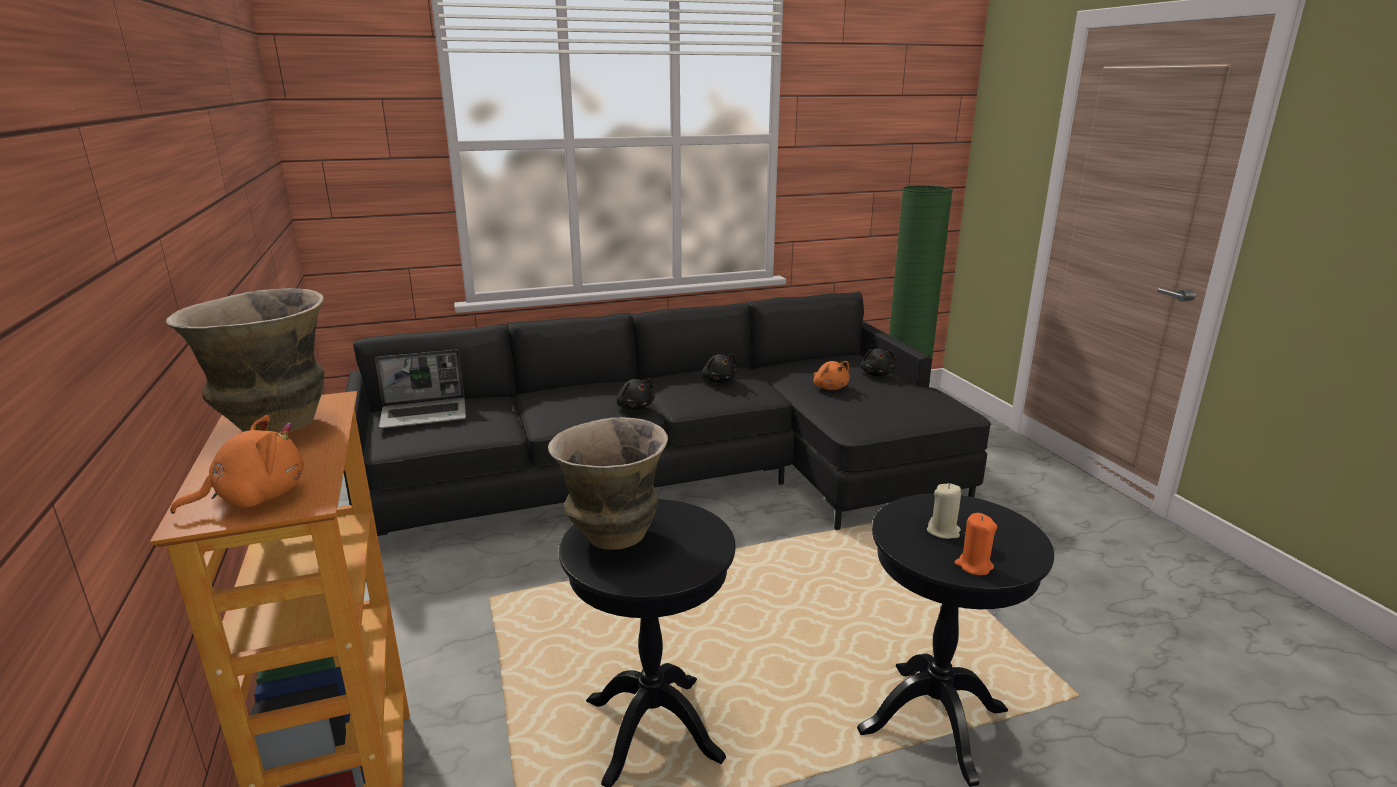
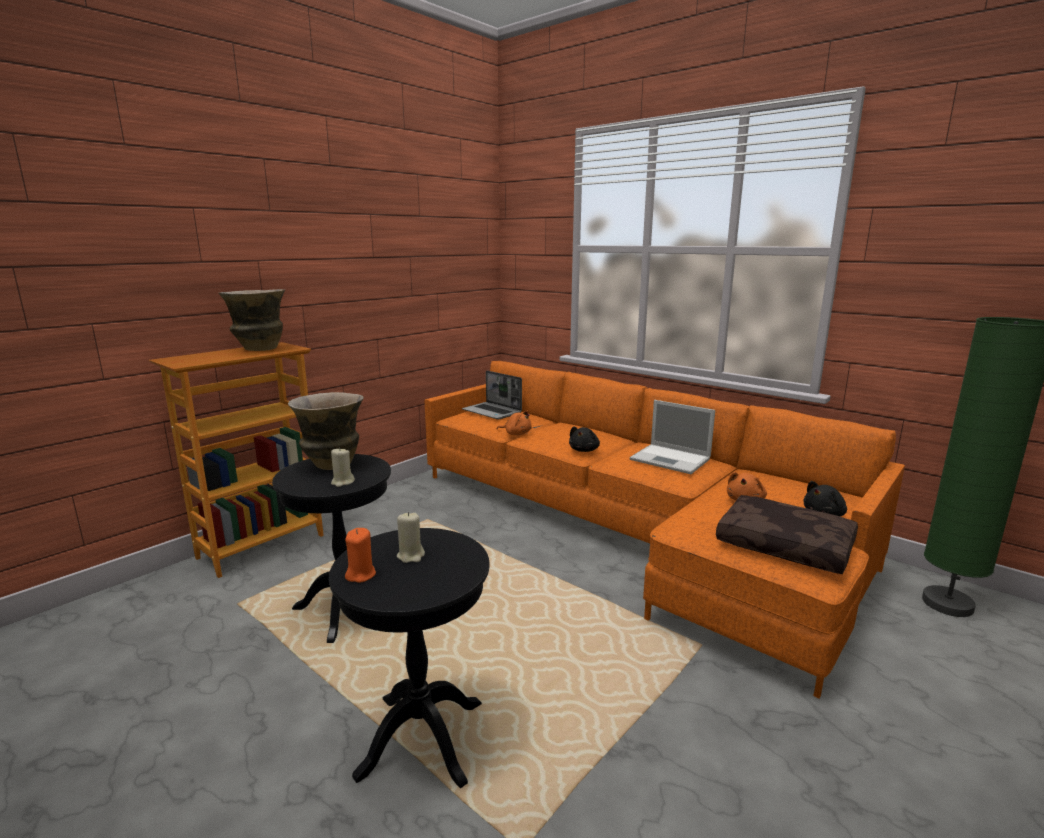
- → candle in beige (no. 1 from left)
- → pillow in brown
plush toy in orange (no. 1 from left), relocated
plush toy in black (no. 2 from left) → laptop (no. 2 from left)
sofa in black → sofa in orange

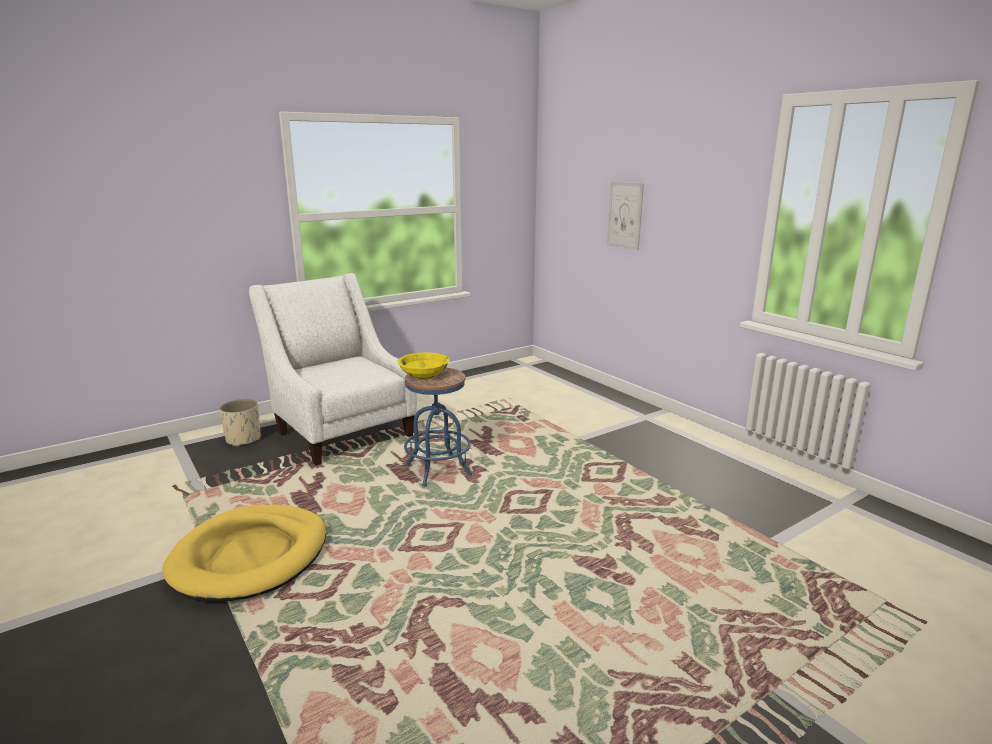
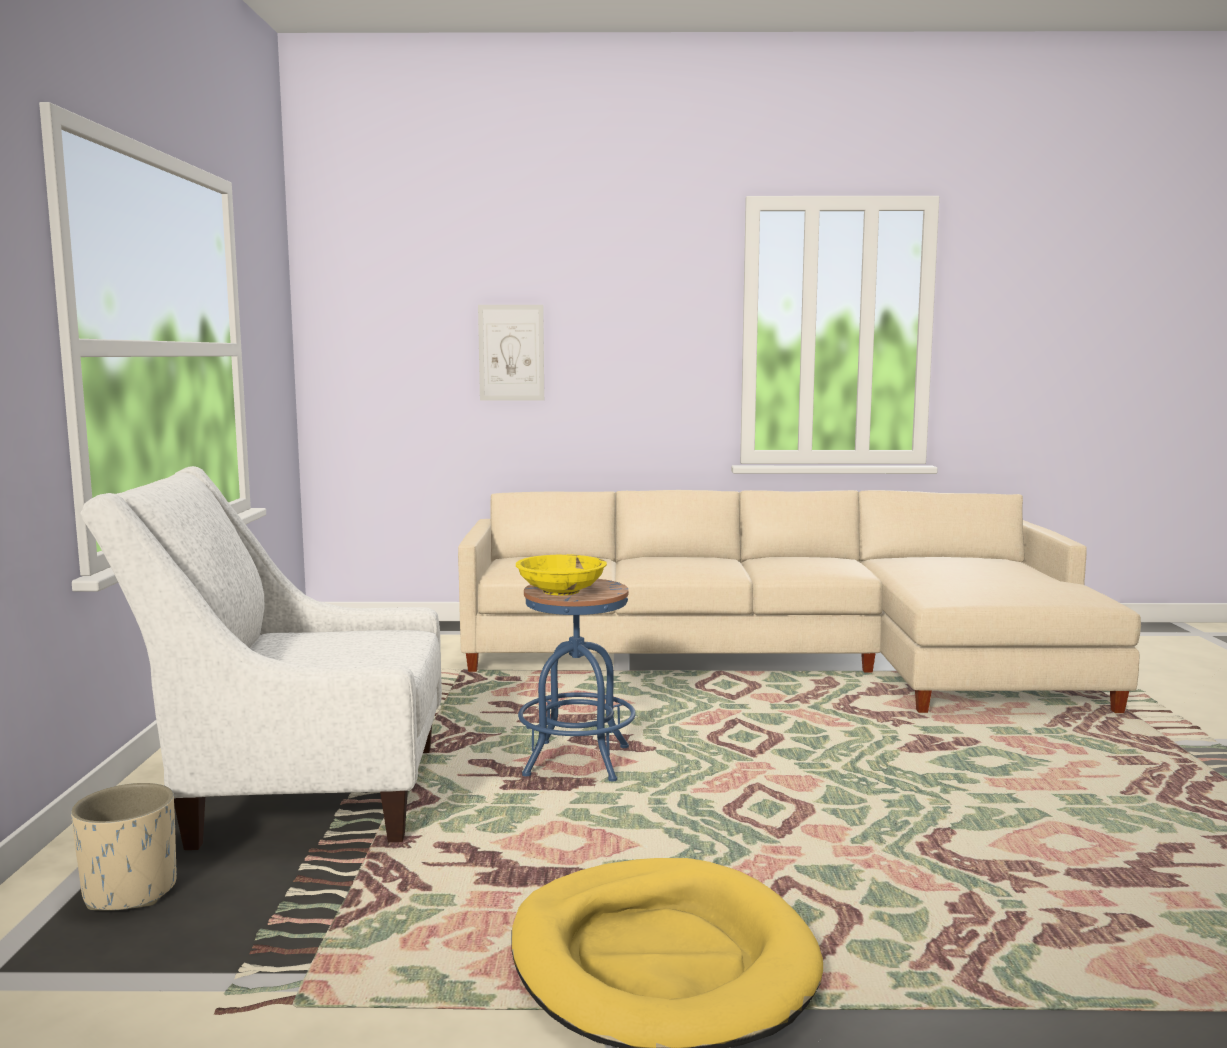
- → sofa in beige

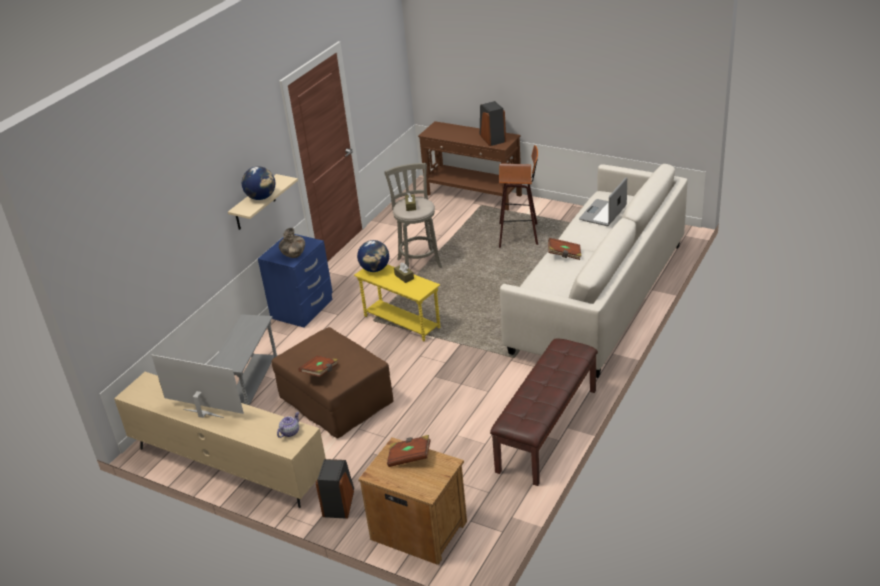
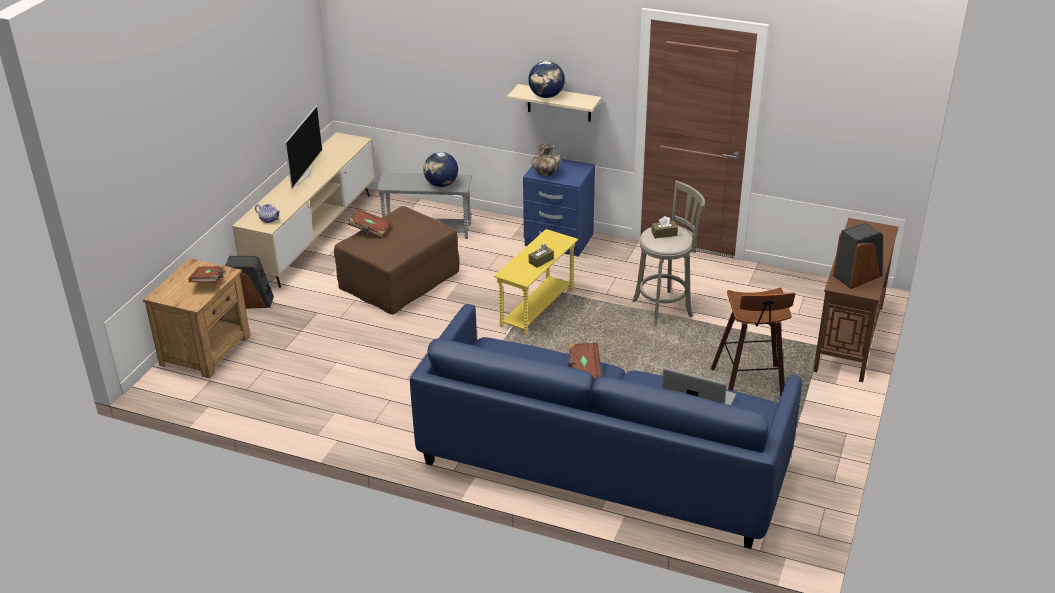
bench in brown → -
globe (no. 2 from left in the first image) → globe (no. 1 from left), relocated
sofa in white → sofa in blue

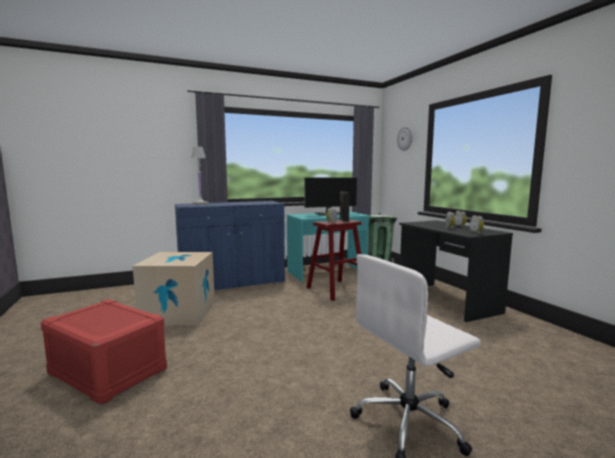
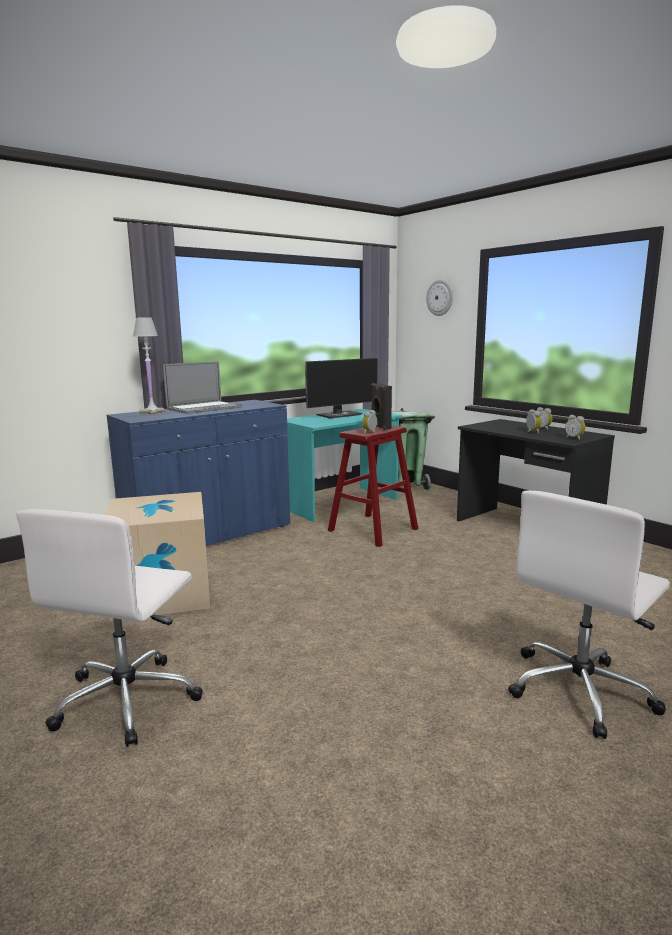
- → laptop
storage box in red → office chair in white (no. 1 from left)

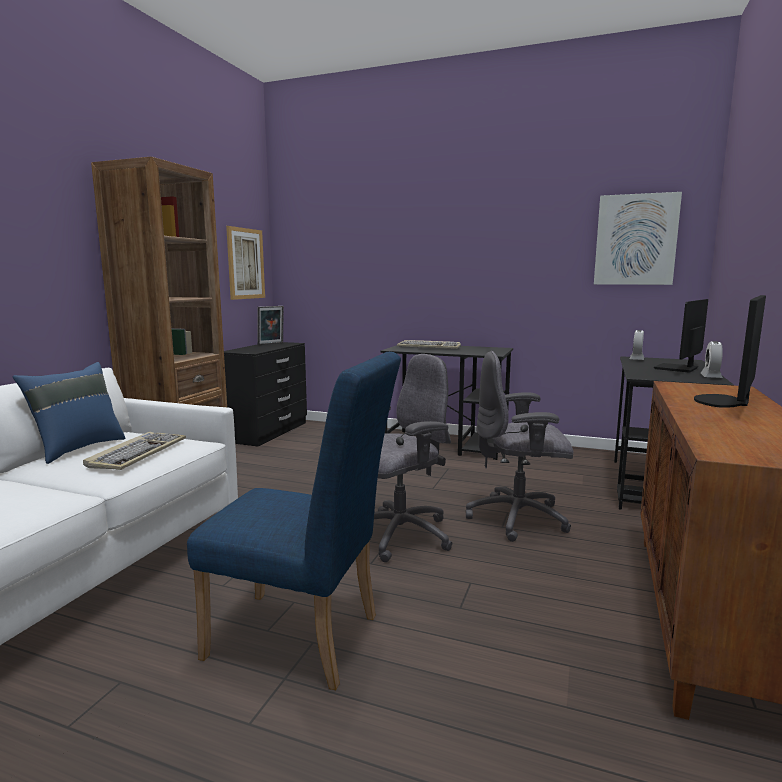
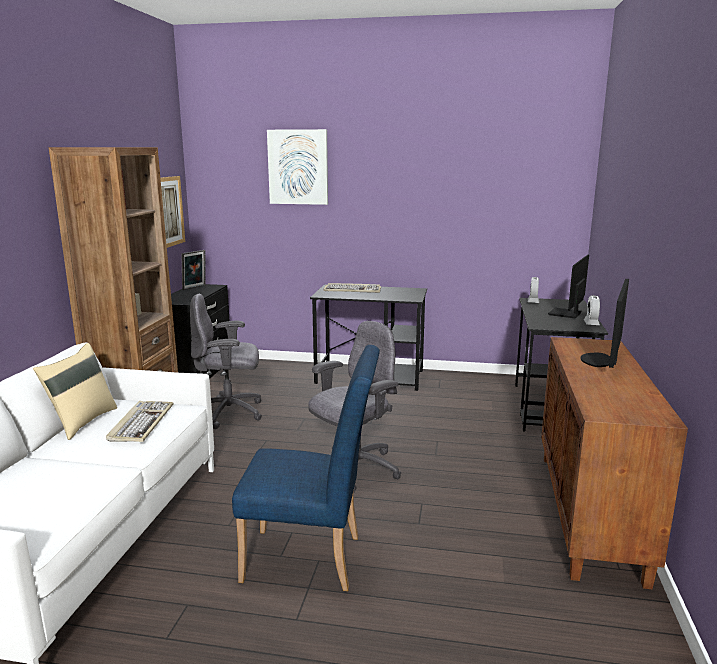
office chair in grey (no. 2 from left in the first image) → office chair in grey (no. 1 from left), relocated
picture (no. 2 from left), relocated
pillow in blue → pillow in beige

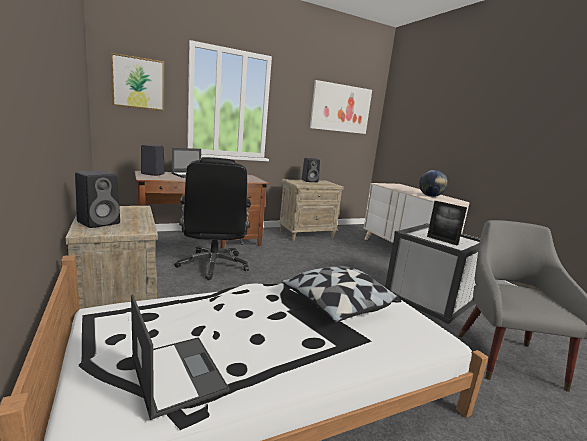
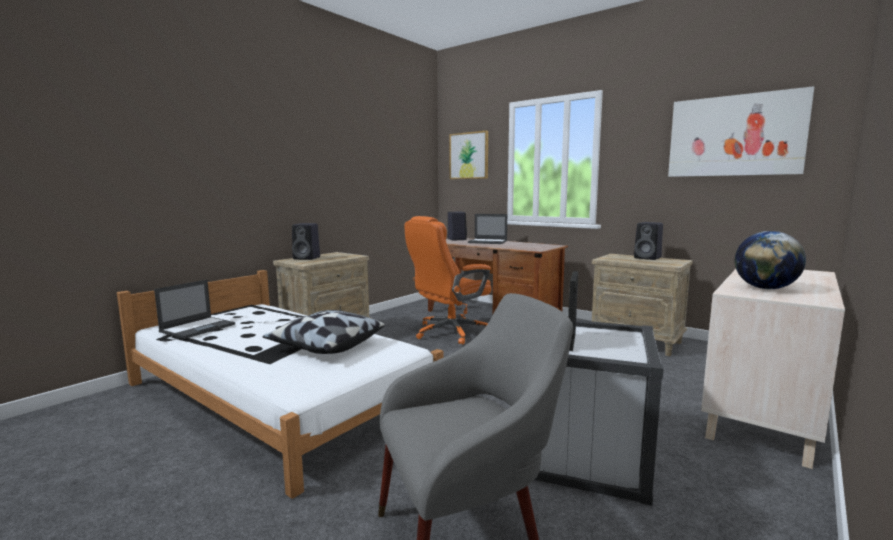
office chair in black → office chair in orange

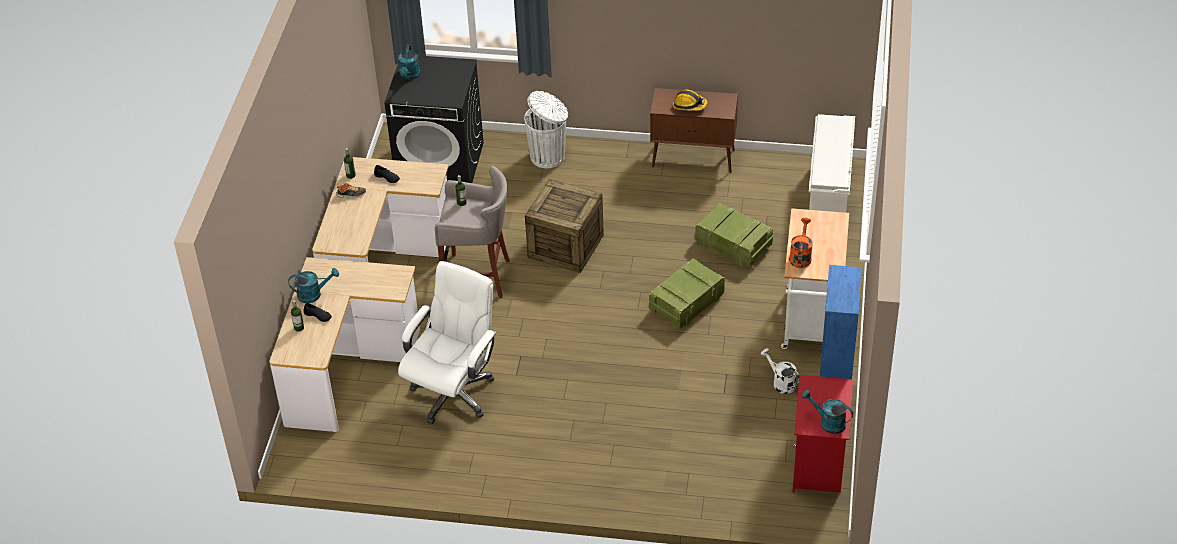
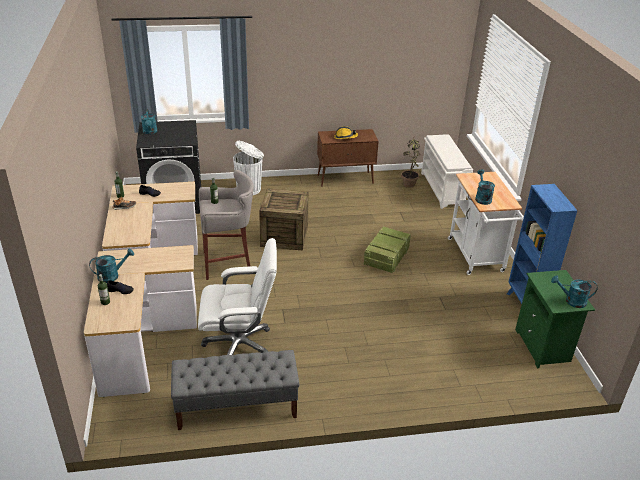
crate (no. 3 from left) → -
watering can in white → -
- → bench in grey
- → potted plant
watering can in orange → watering can in turquoise (no. 3 from left)
nightstand in red → nightstand in green
office chair in white, 75 degrees clockwise

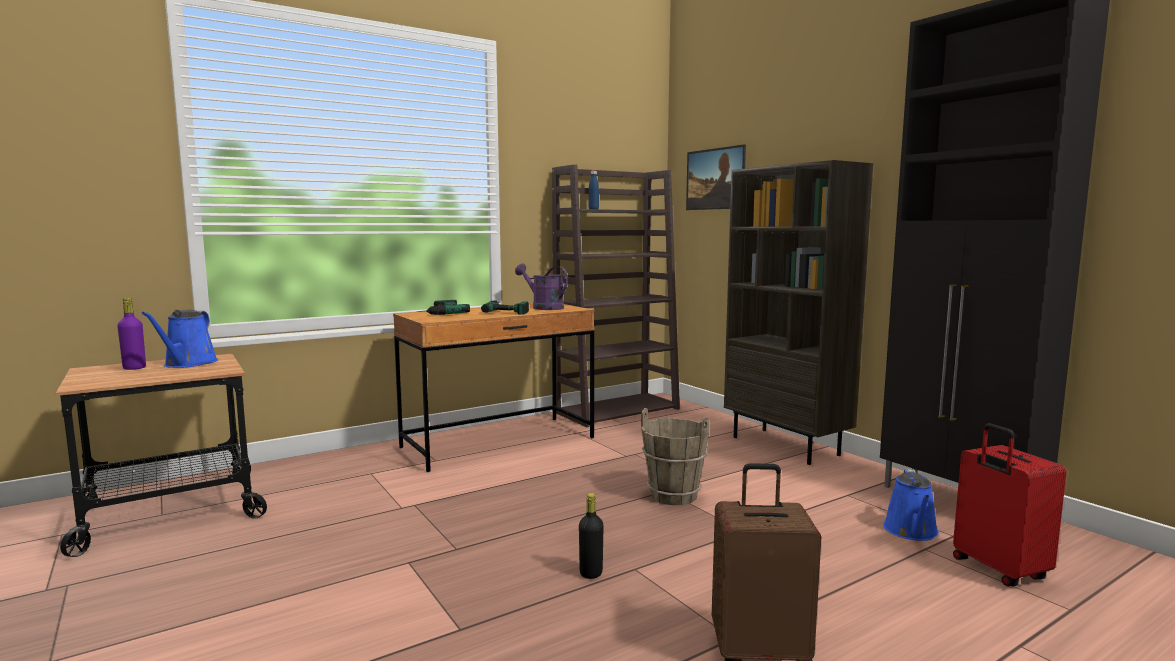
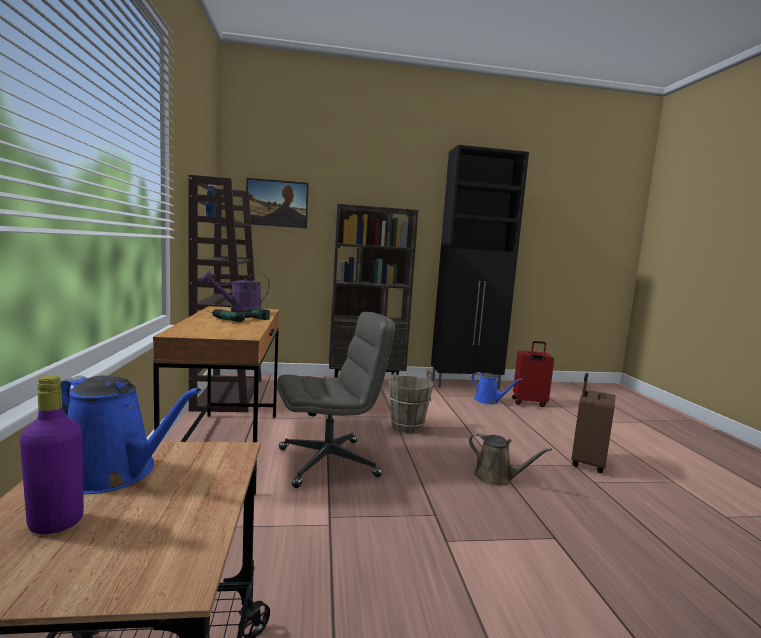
power drill (no. 1 from left) → -
- → office chair in grey
bottle in black → watering can in brown

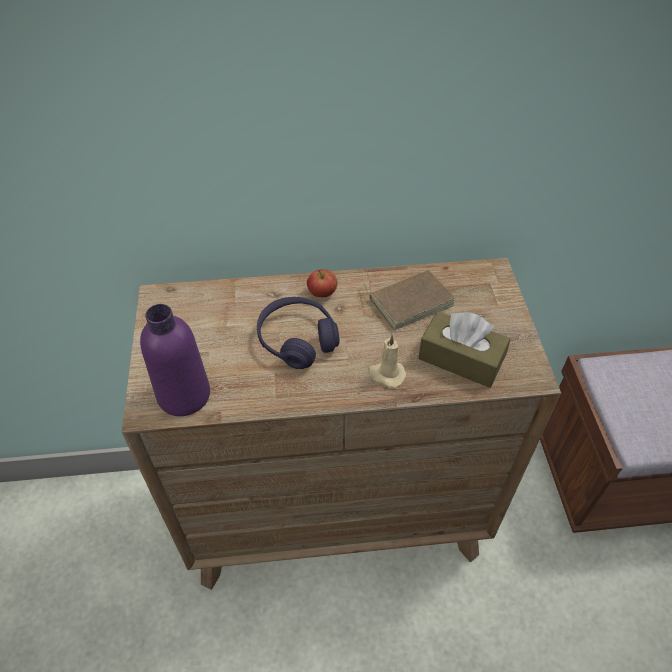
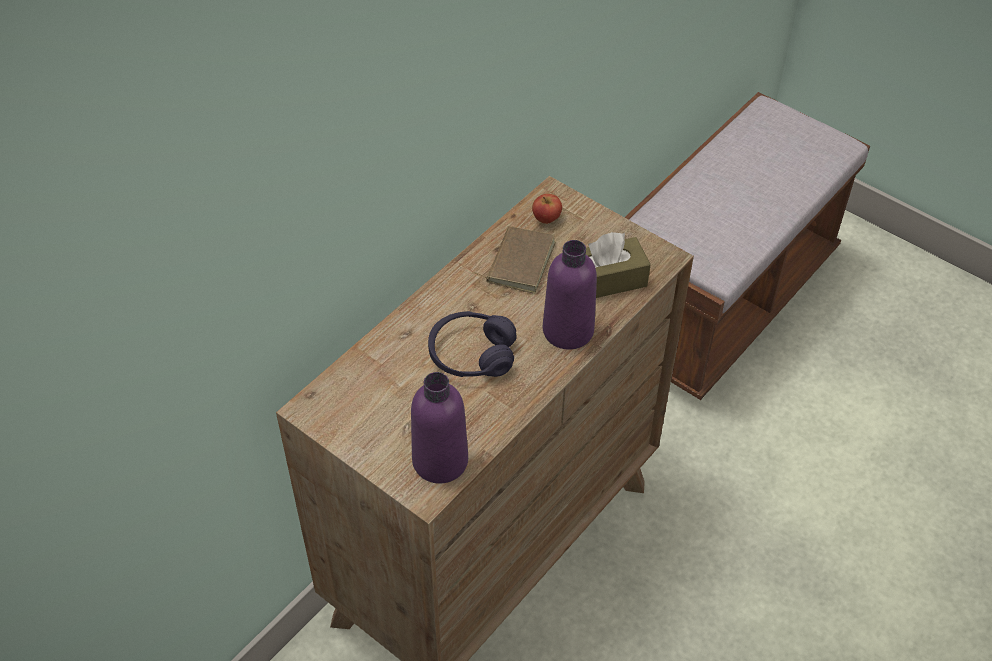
apple, relocated
candle in beige → bottle in purple (no. 2 from left)

